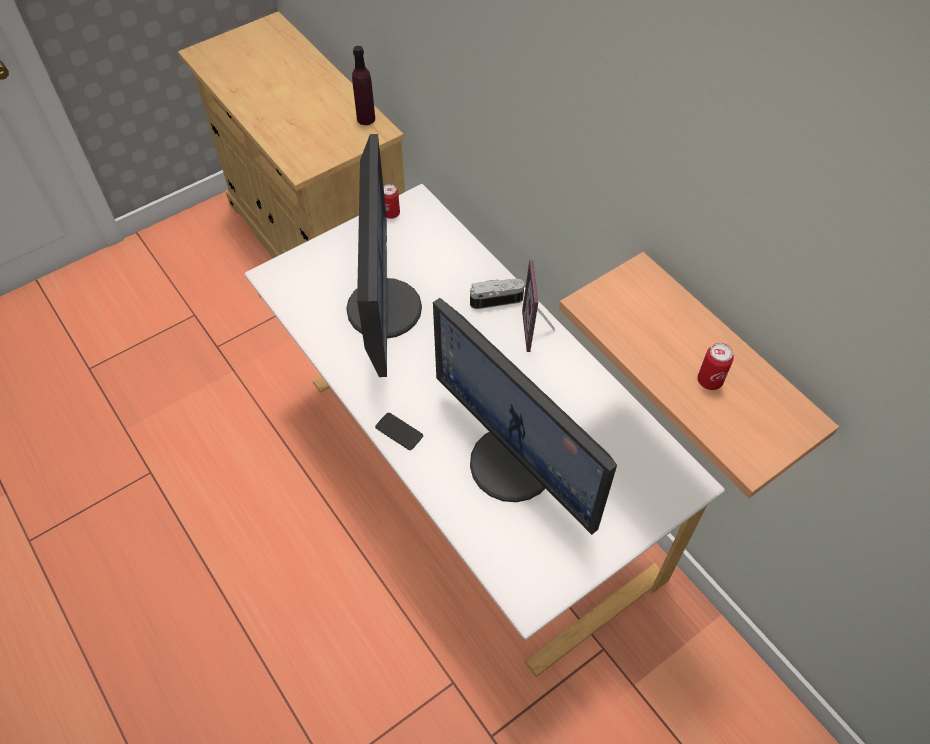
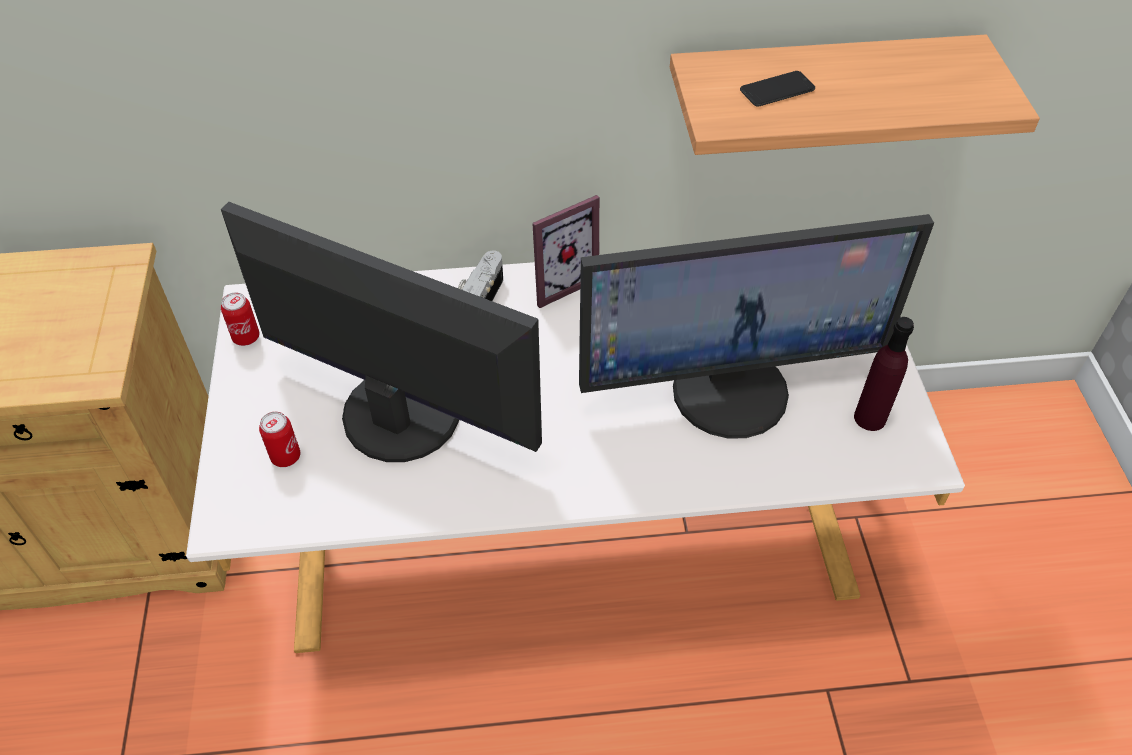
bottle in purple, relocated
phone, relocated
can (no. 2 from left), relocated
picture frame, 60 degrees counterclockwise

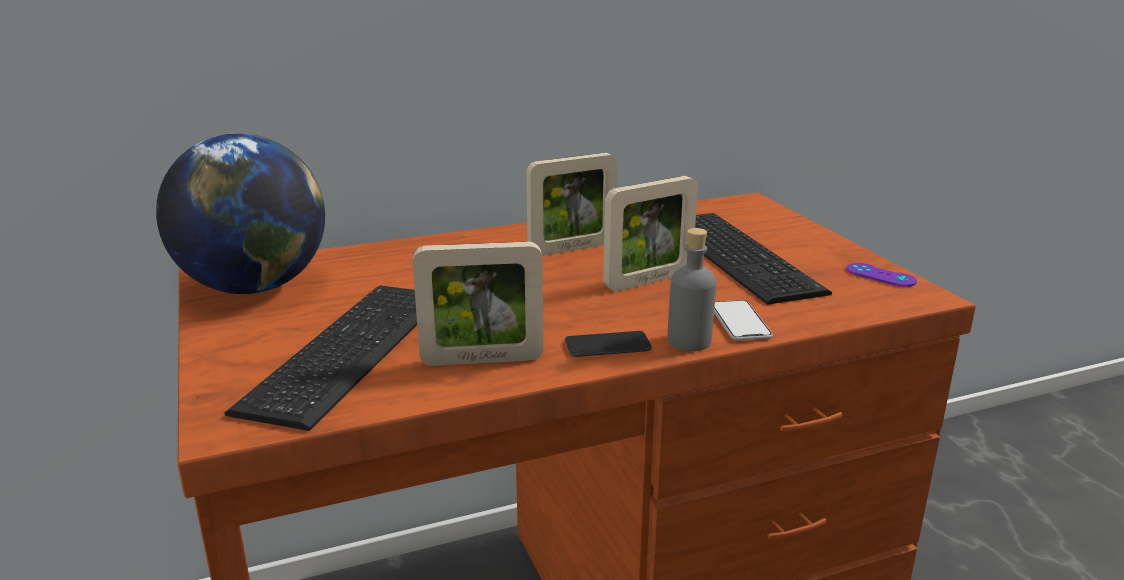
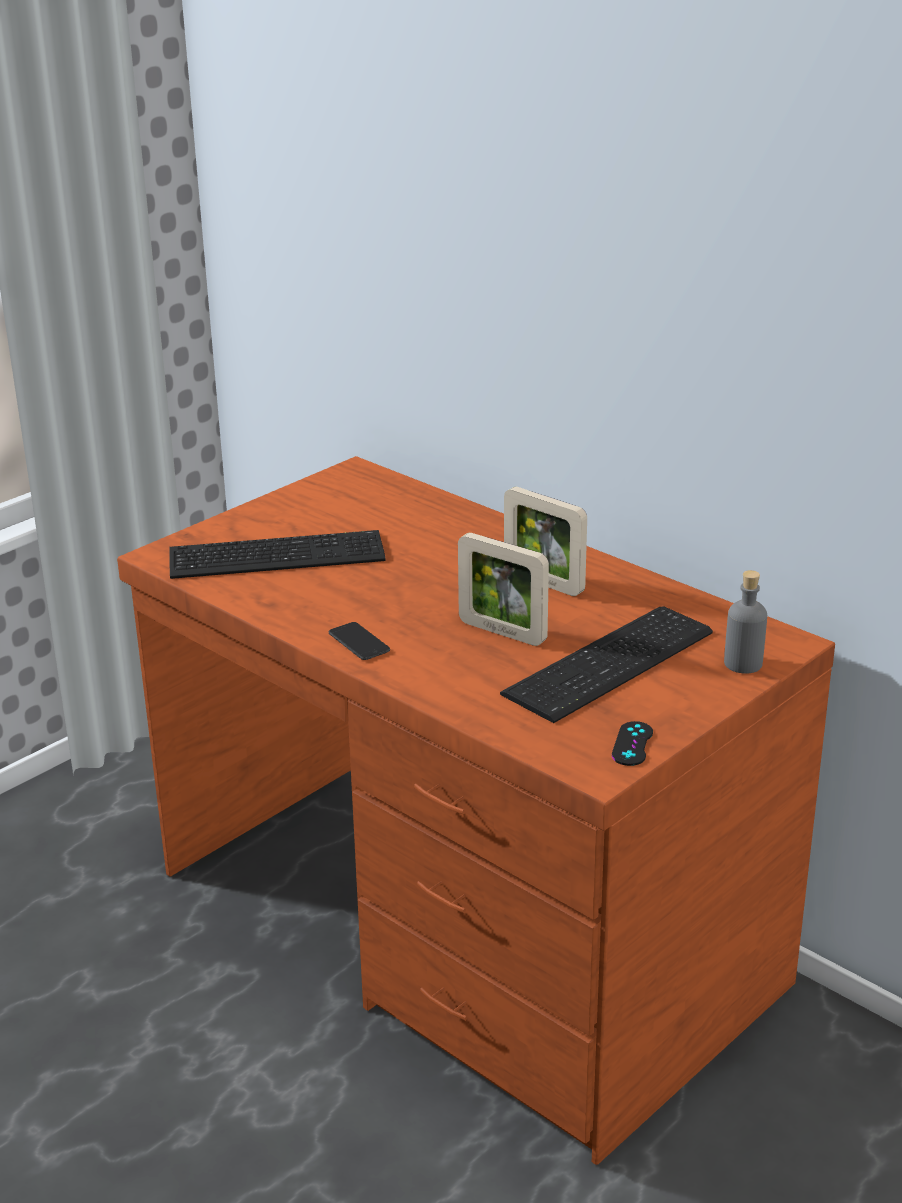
globe → -
picture frame (no. 1 from left) → -
phone (no. 2 from left) → -
bottle in grey, relocated
game controller in purple → game controller in black

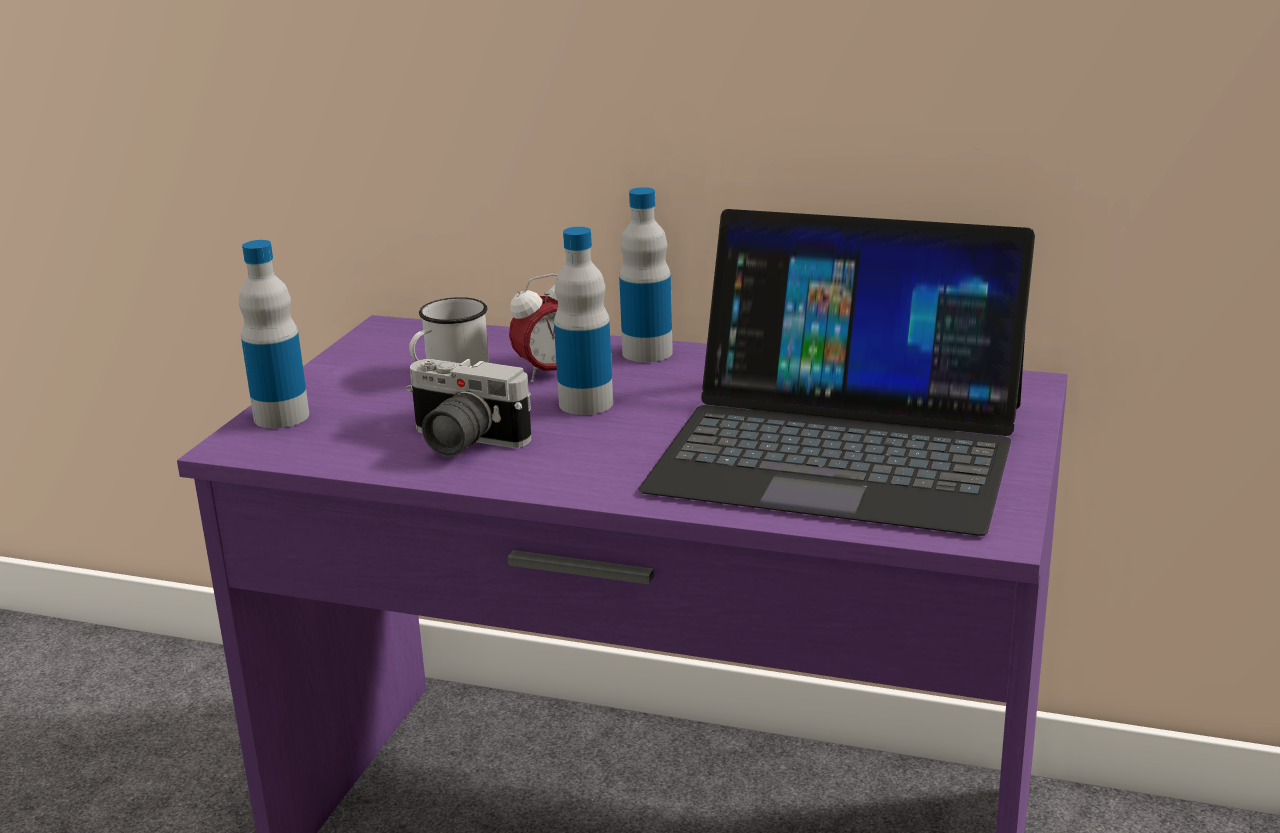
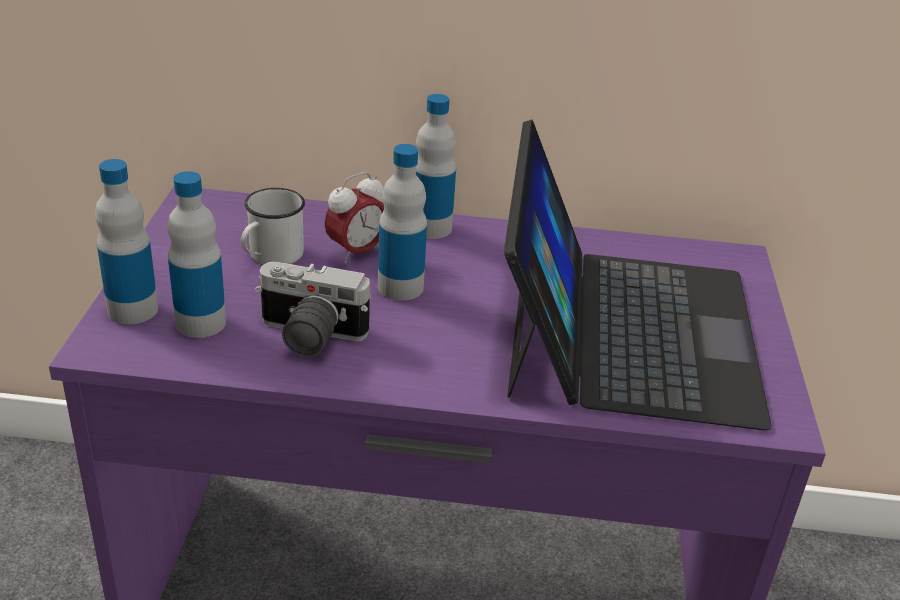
- → bottle (no. 2 from left)
laptop, 90 degrees counterclockwise

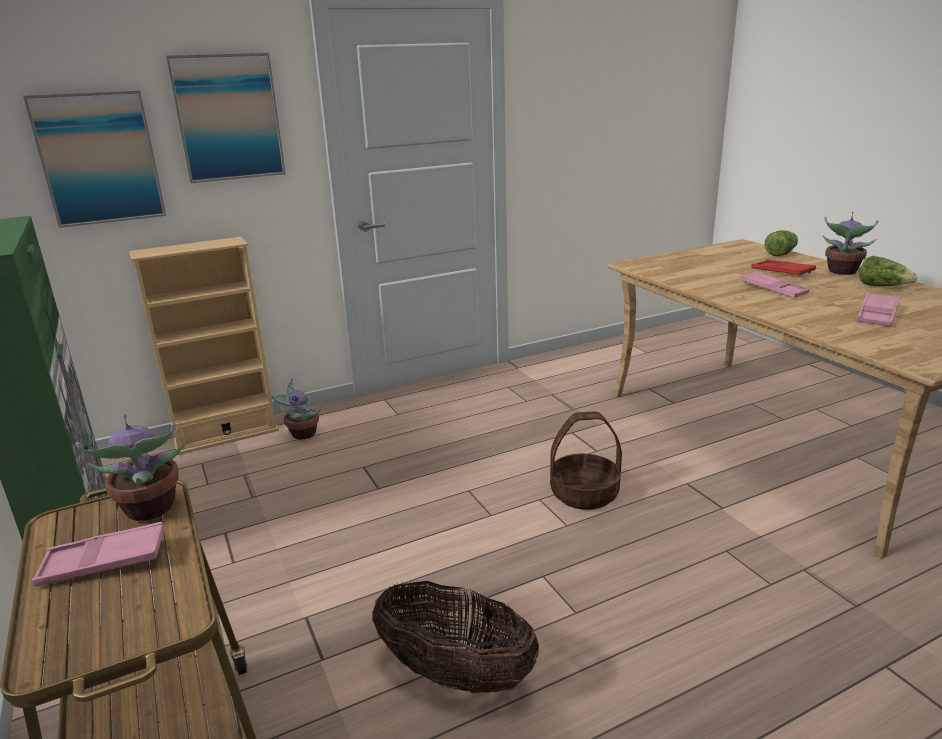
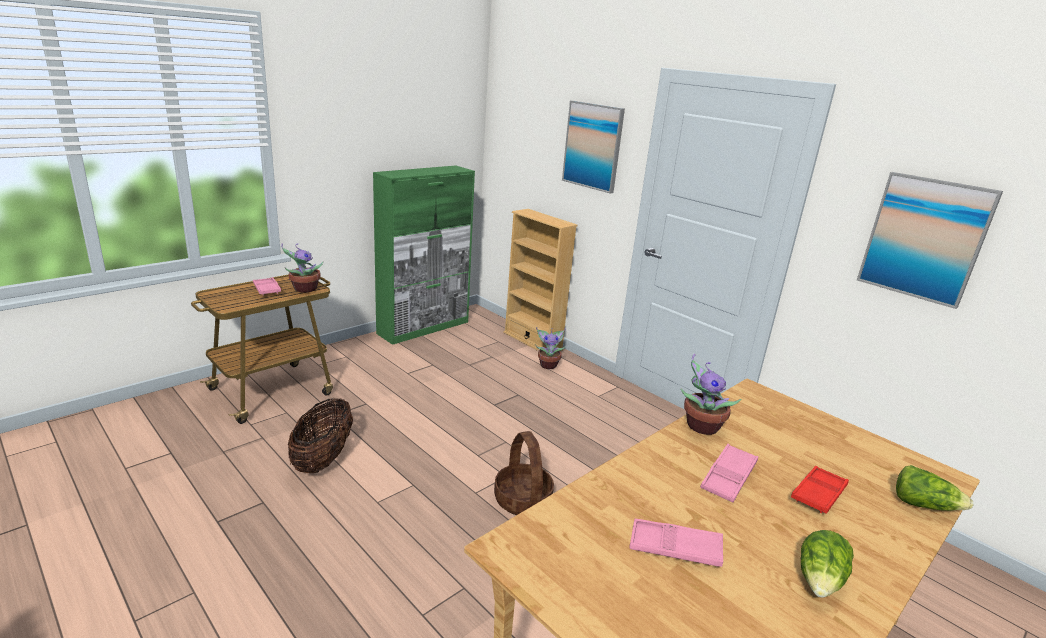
picture (no. 1 from left in the first image) → picture (no. 2 from left), relocated
potted plant (no. 3 from left), relocated

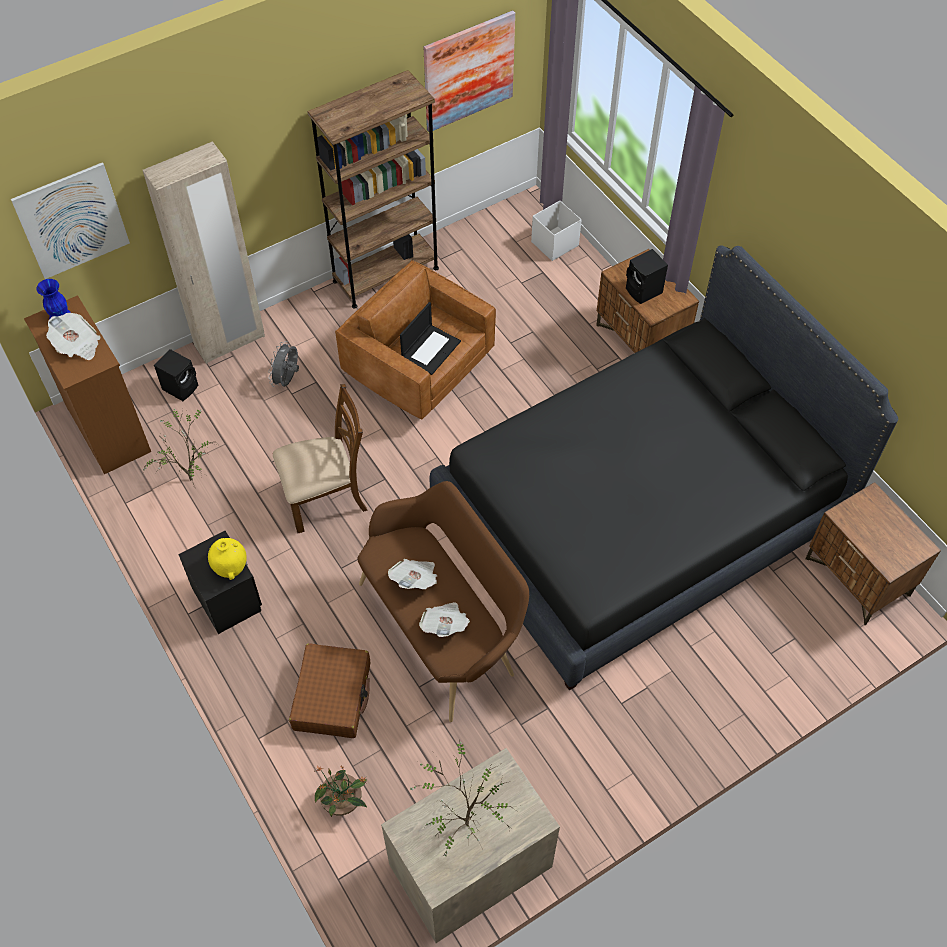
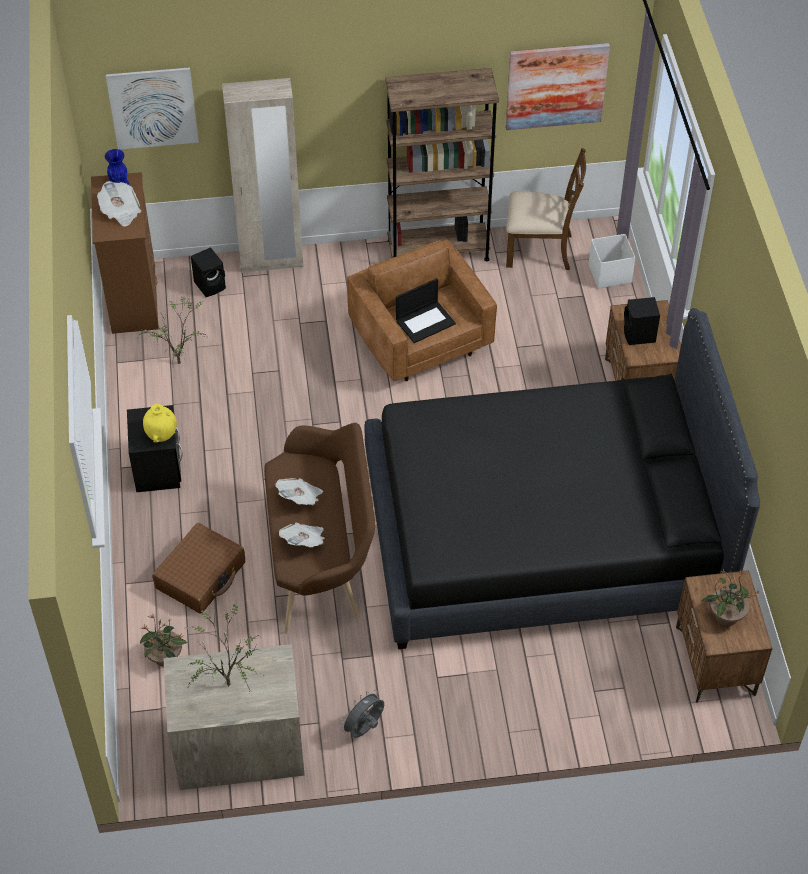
- → potted plant (no. 4 from left)
fan in grey, relocated
chair in brown, relocated

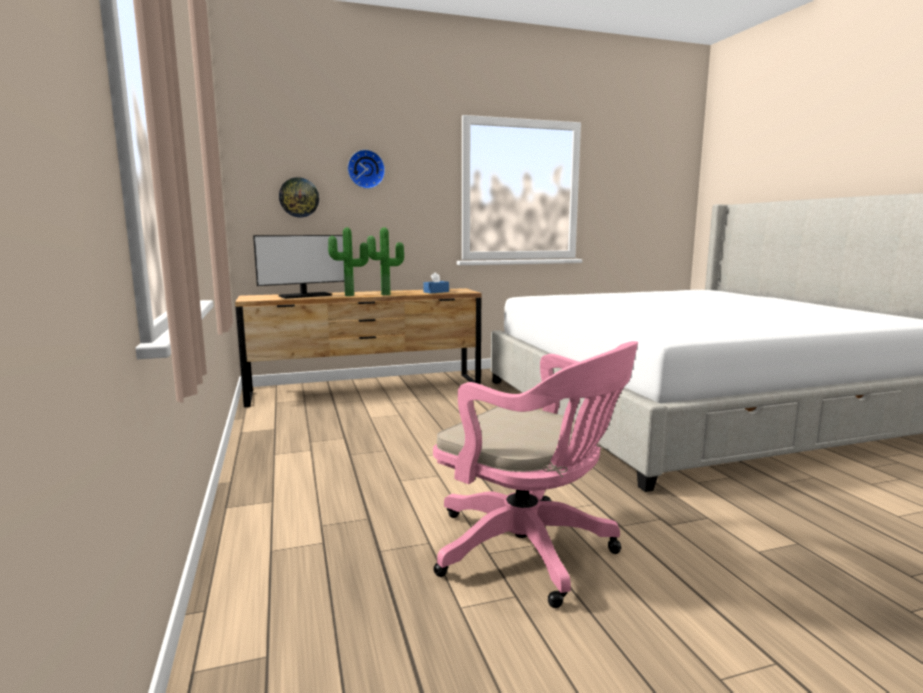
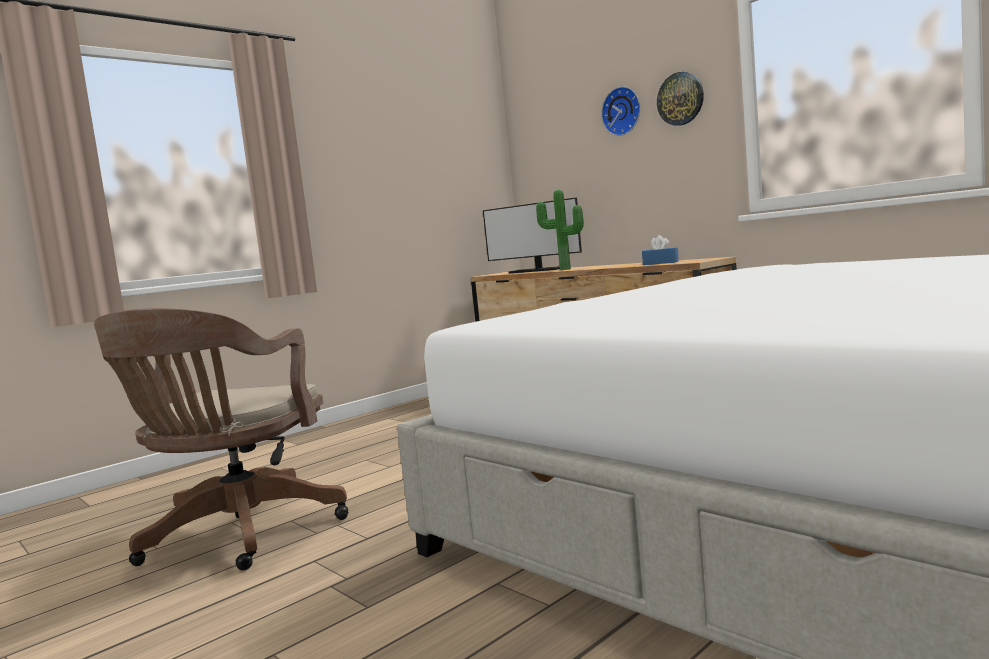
potted plant (no. 2 from left) → -
wall clock (no. 1 from left in the first image) → wall clock (no. 2 from left), relocated
office chair in pink → office chair in brown

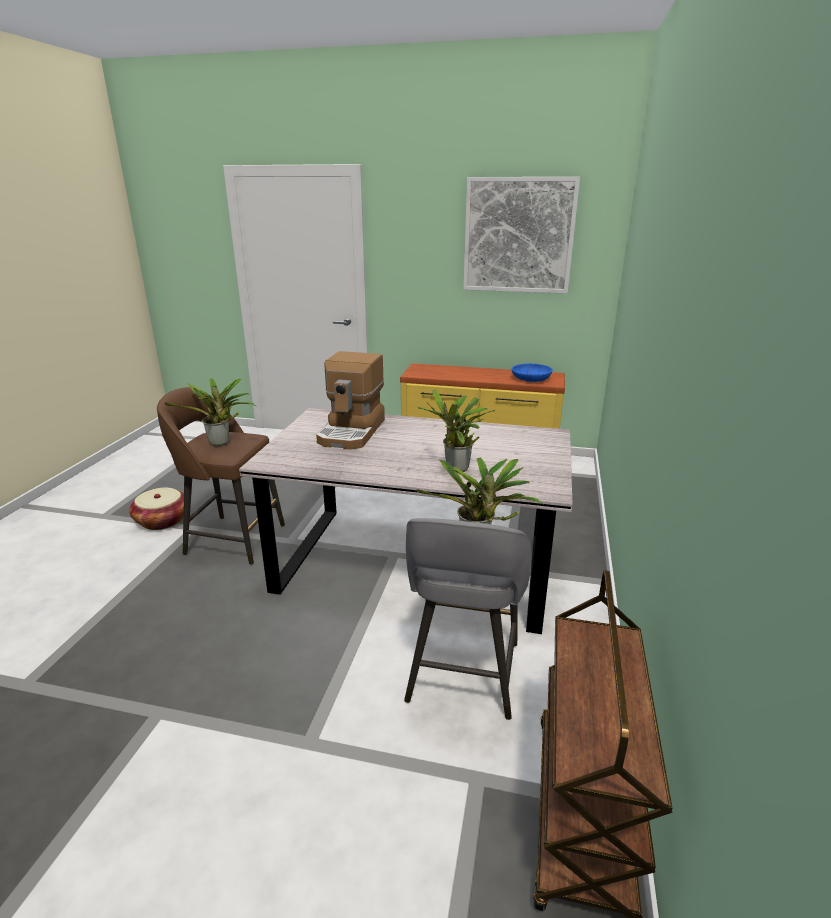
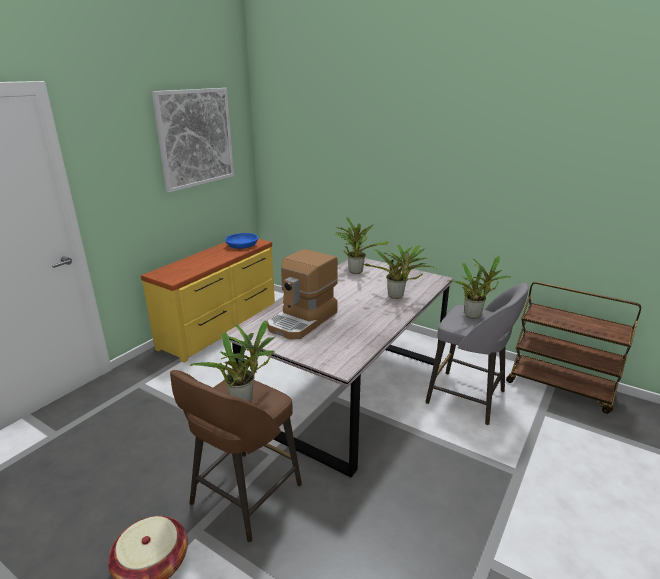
- → potted plant (no. 2 from left)
coffee machine, 90 degrees clockwise

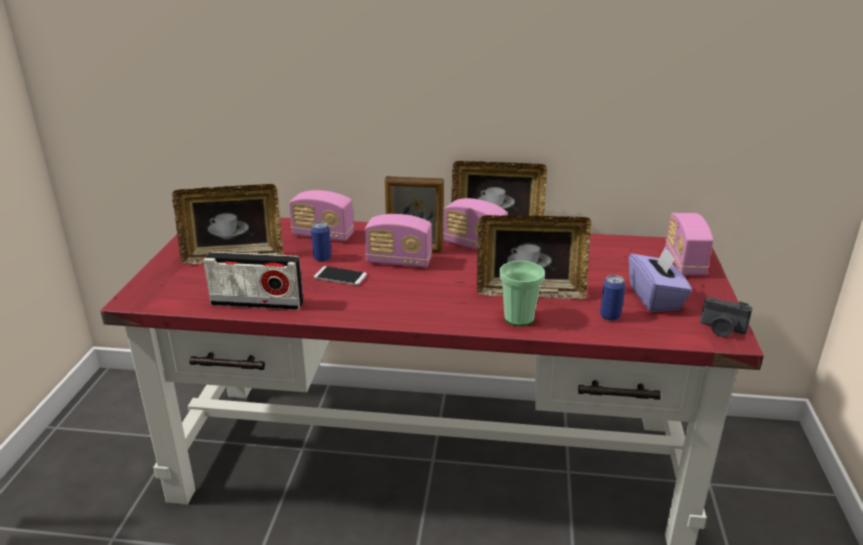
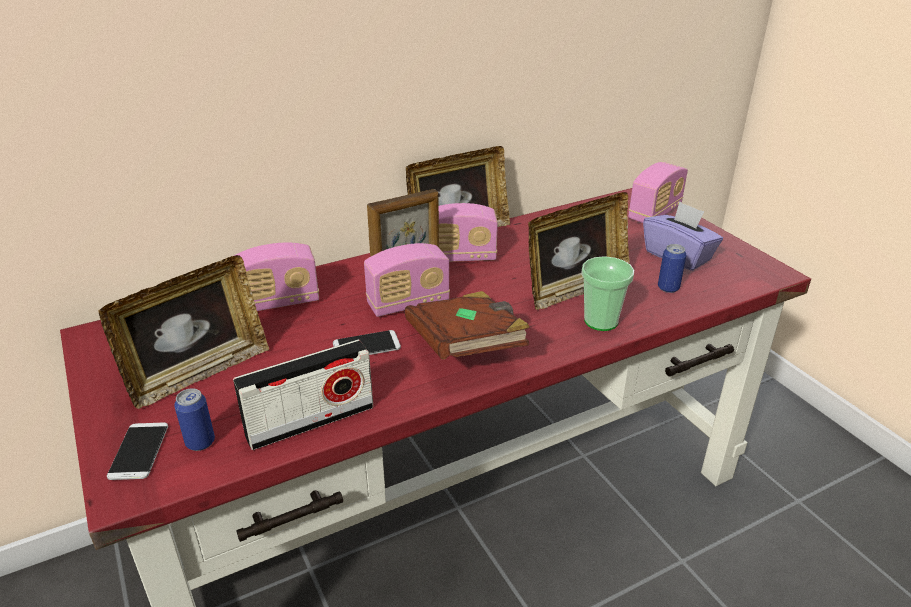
photo camera → -
- → phone (no. 1 from left)
- → book in brown
can (no. 1 from left), relocated
radio (no. 5 from left), 105 degrees counterclockwise

